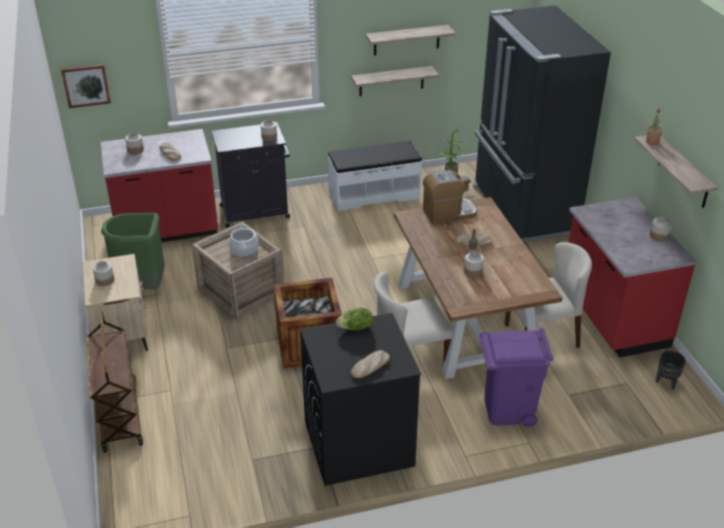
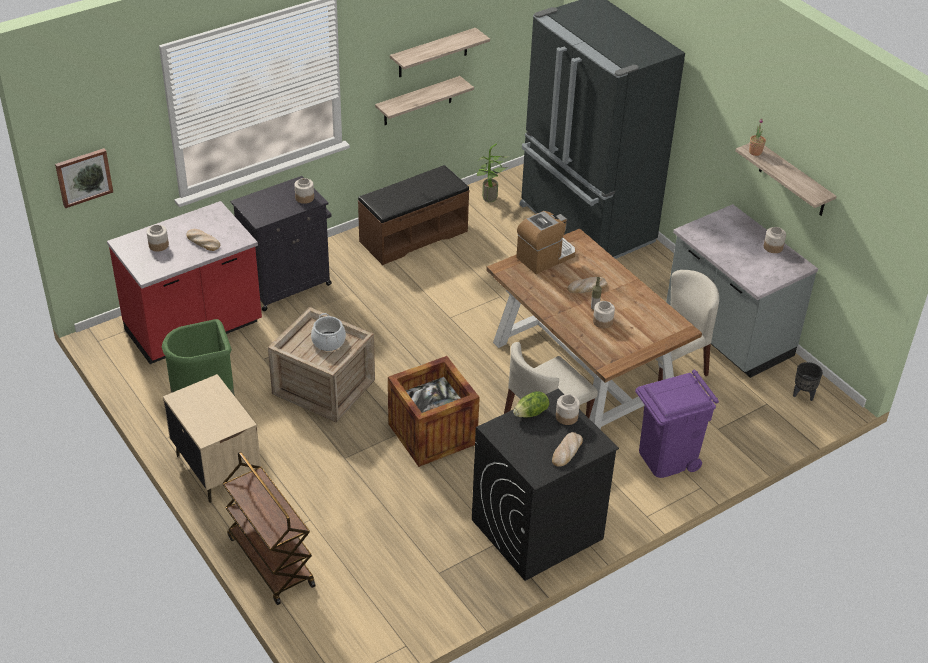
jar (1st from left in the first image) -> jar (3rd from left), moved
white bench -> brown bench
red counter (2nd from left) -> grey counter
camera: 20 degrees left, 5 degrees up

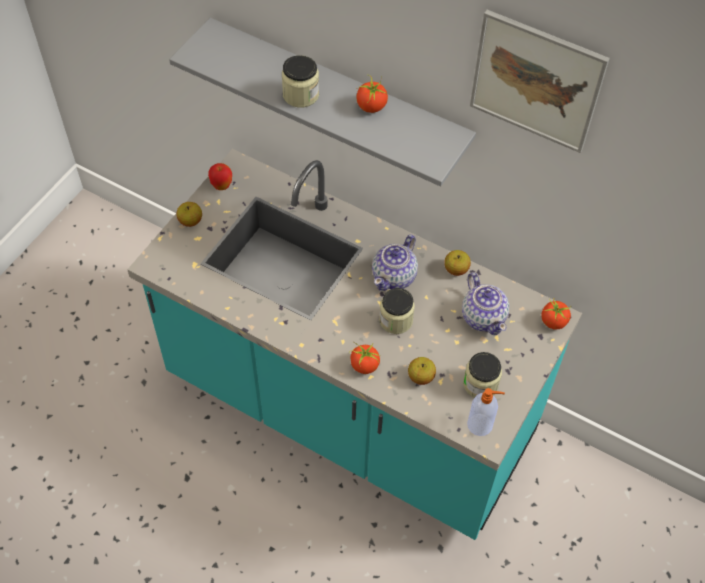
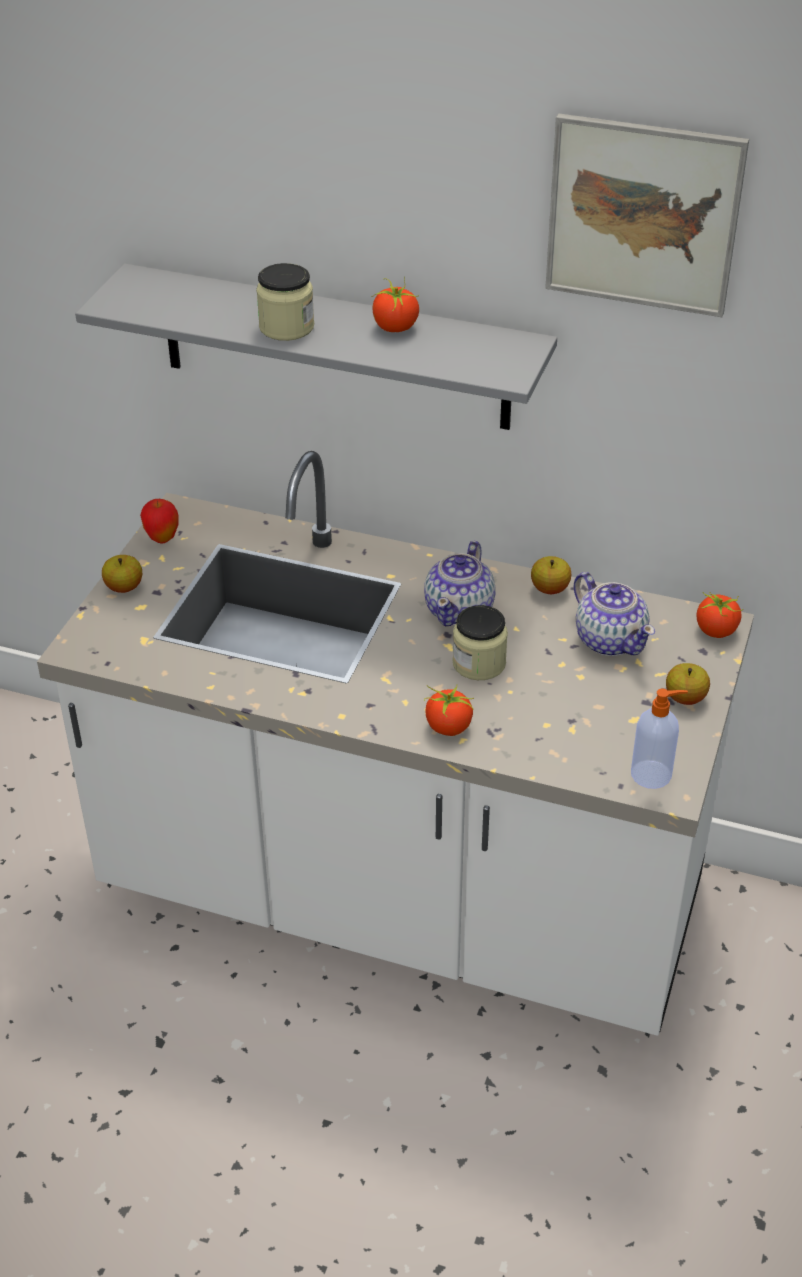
turquoise counter -> white counter
apple (3rd from left in the first image) -> apple (4th from left), moved
jar (3rd from left) -> none
camera: 10 degrees left, 15 degrees down

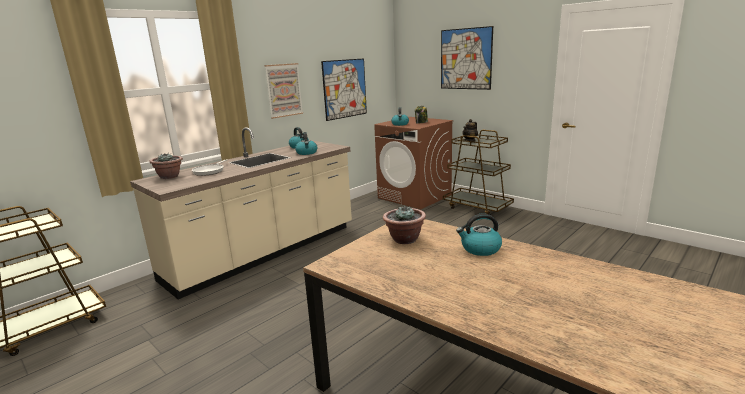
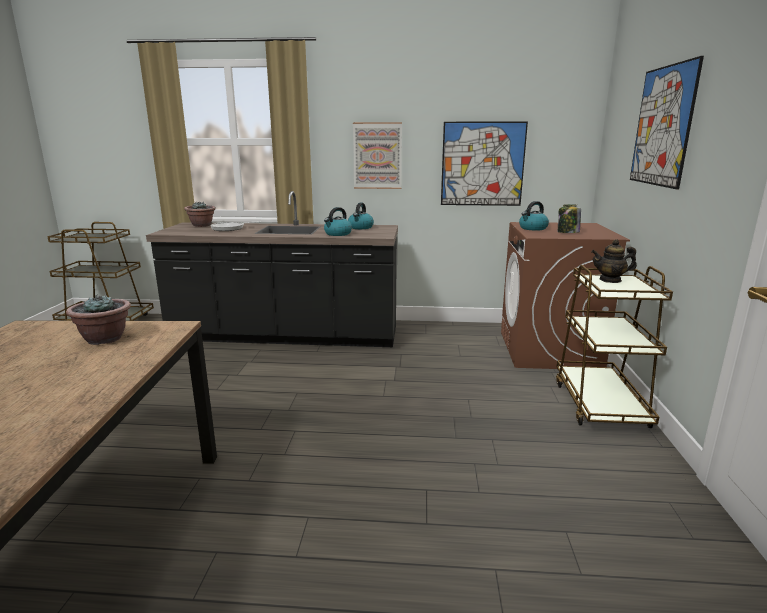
beige counter -> black counter
kettle (4th from left) -> none
camera: 50 degrees right, 0 degrees up

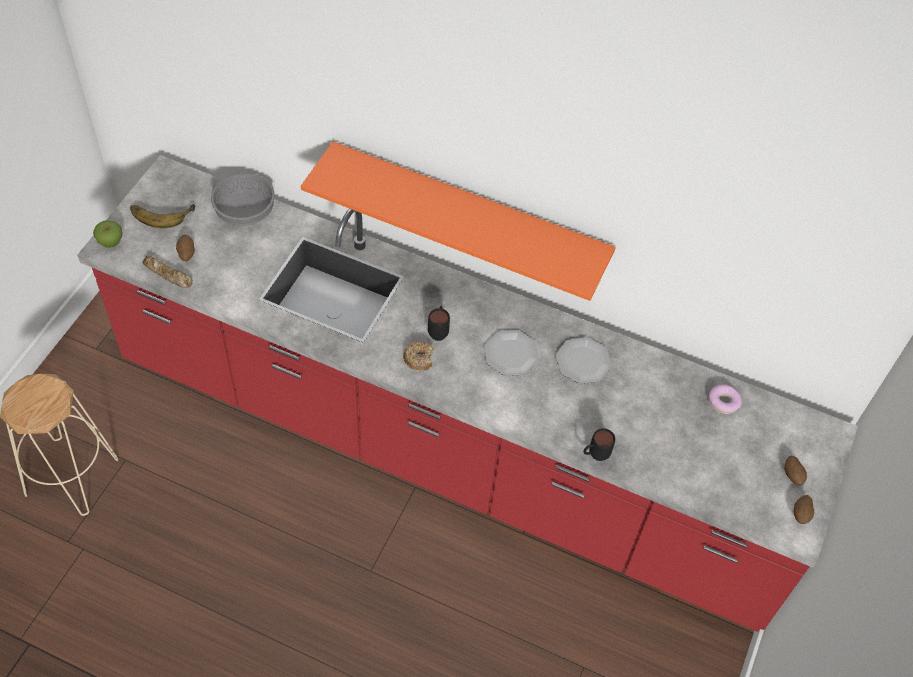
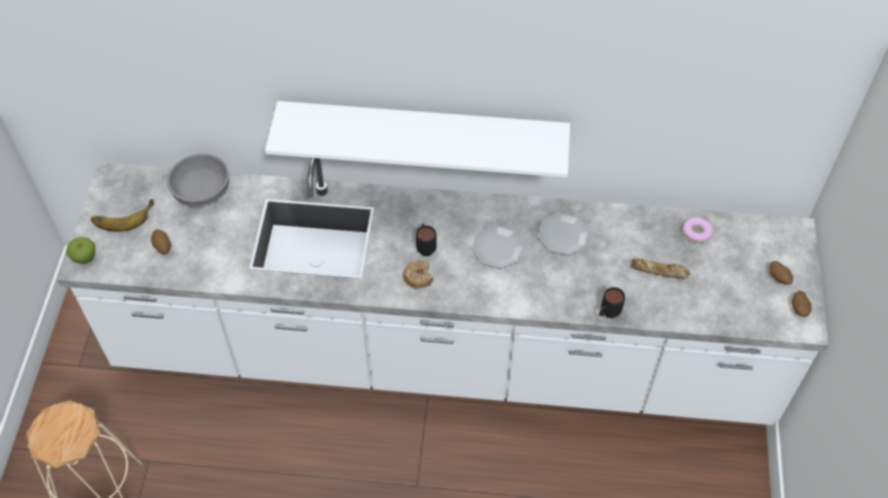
red counter -> white counter
bread, moved
orange shelf -> white shelf
camera: 15 degrees left, 0 degrees up

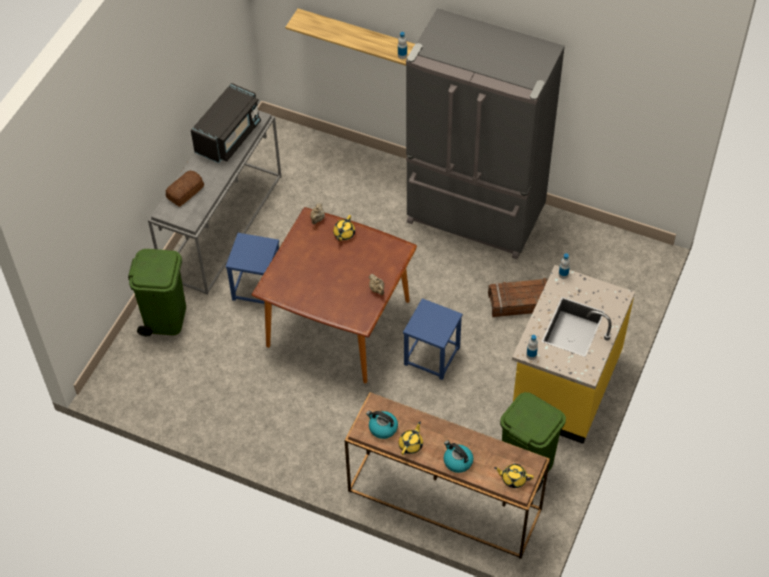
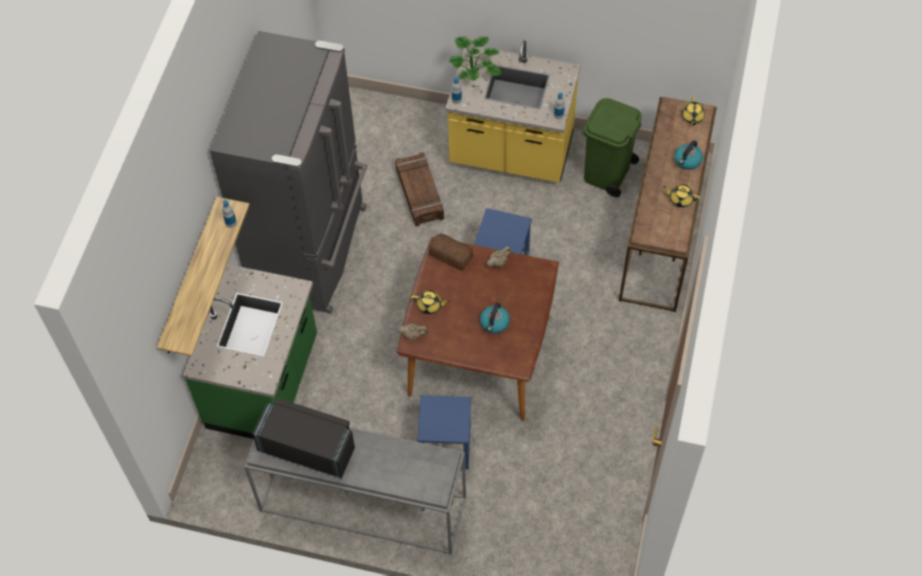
green trash can (1st from left) -> none
bread, moved
kettle (1st from left), moved
none -> green counter
none -> potted plant
camera: 100 degrees left, 5 degrees up

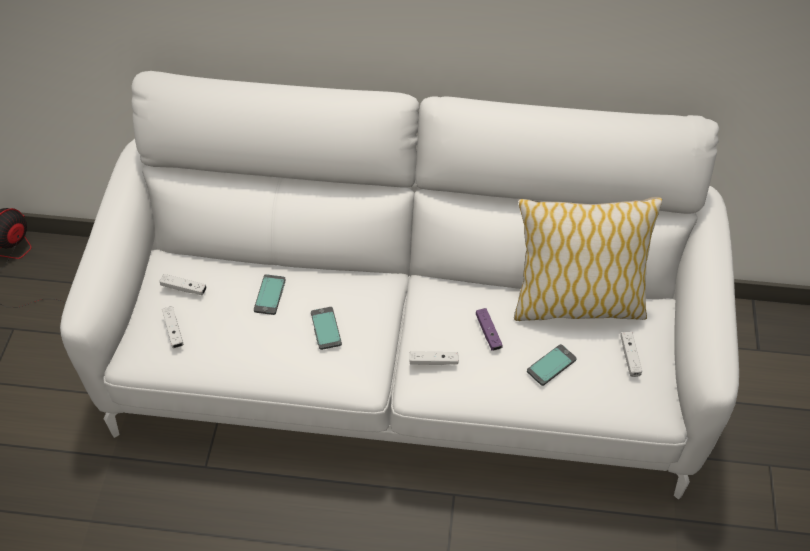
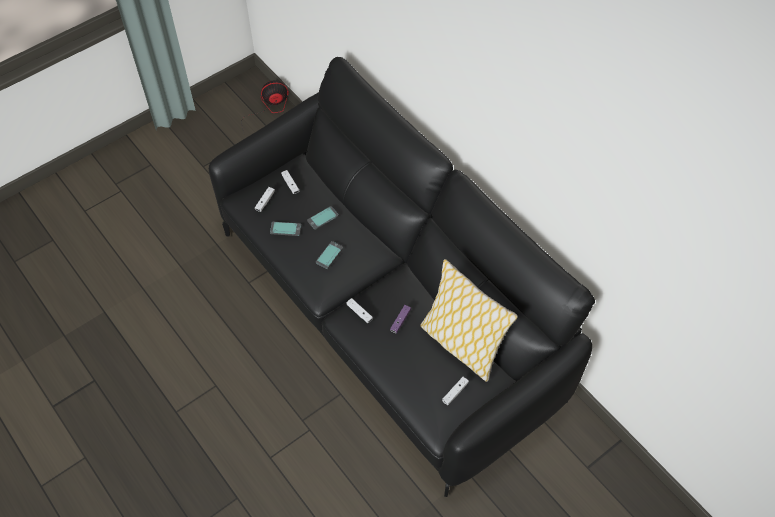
white sofa -> black sofa
phone (3rd from left in the first image) -> phone (1st from left), moved
camera: 45 degrees right, 5 degrees up

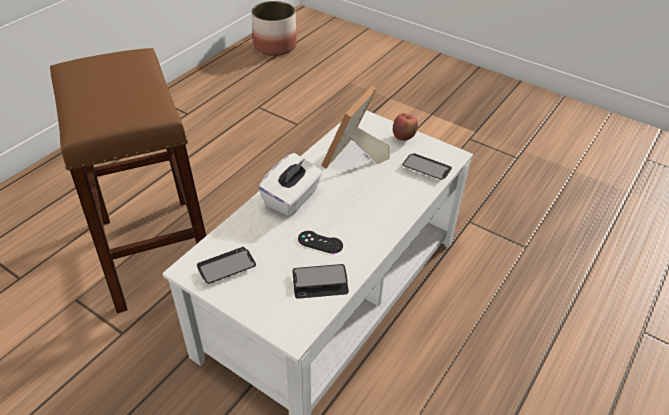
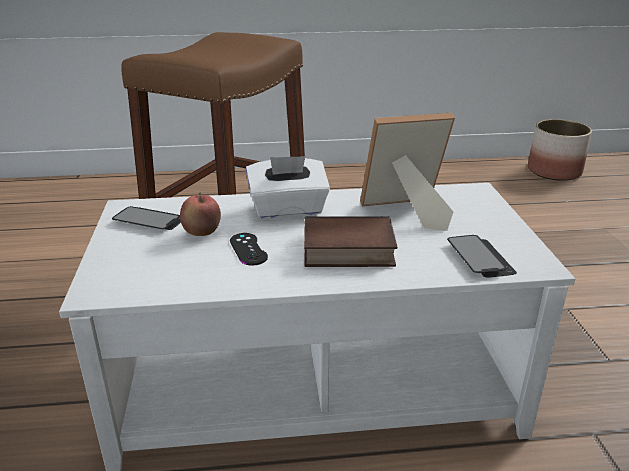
phone (2nd from left) -> none
apple, moved
none -> book
camera: 50 degrees right, 15 degrees down

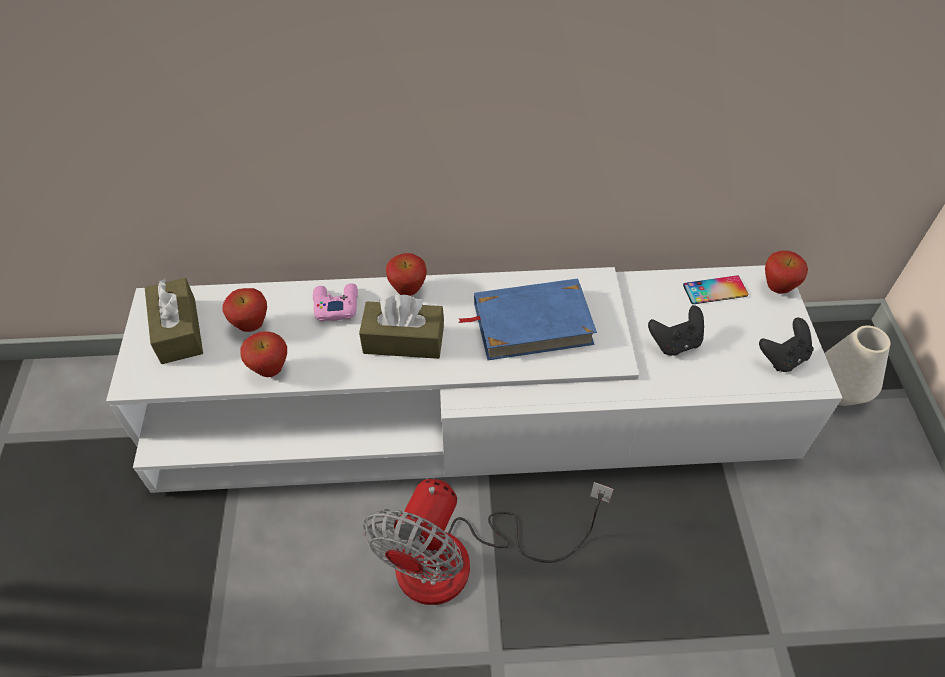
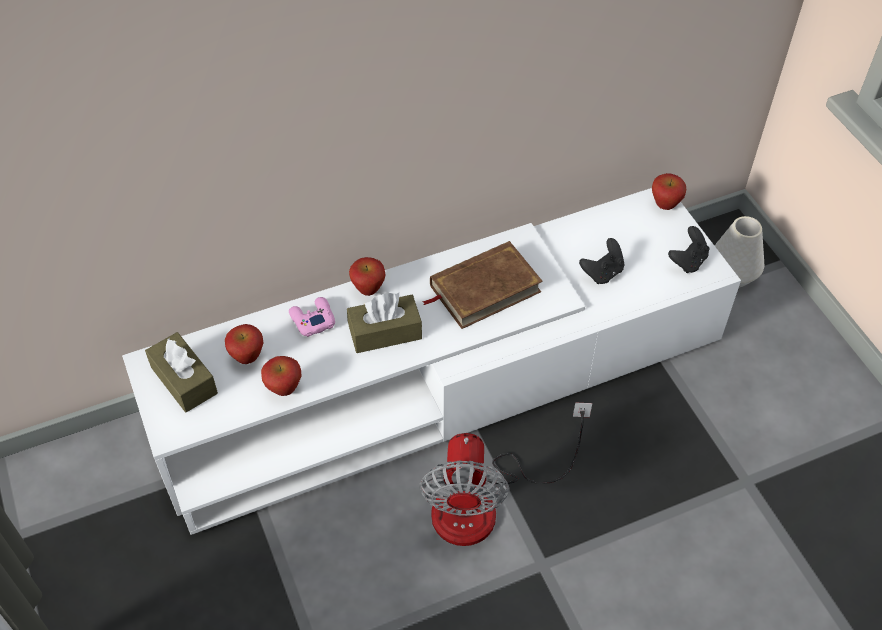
blue book -> brown book
phone -> none
camera: 20 degrees left, 0 degrees up

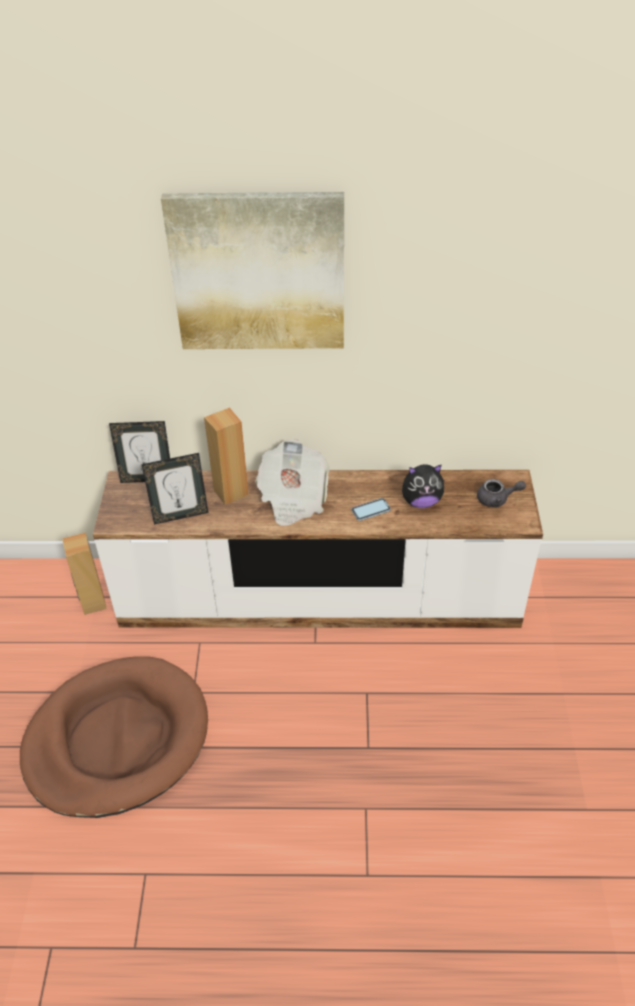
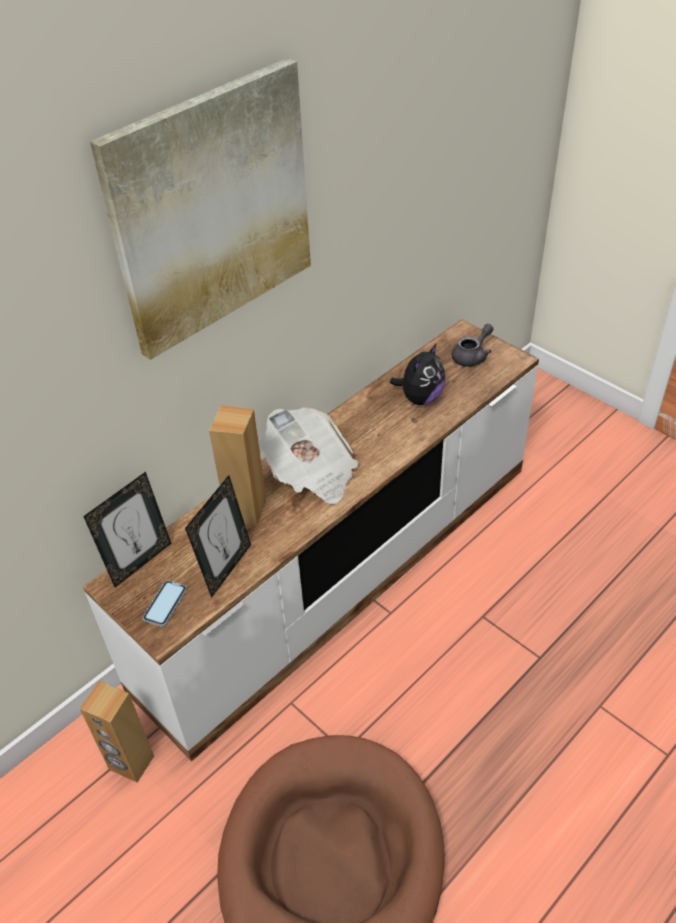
phone, moved
camera: 45 degrees left, 0 degrees up

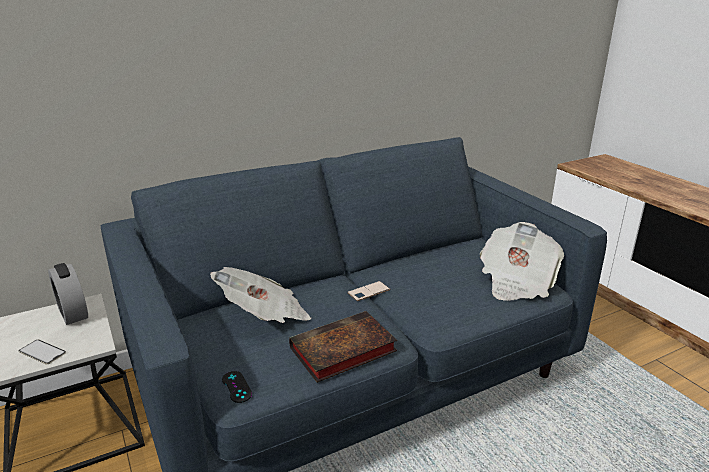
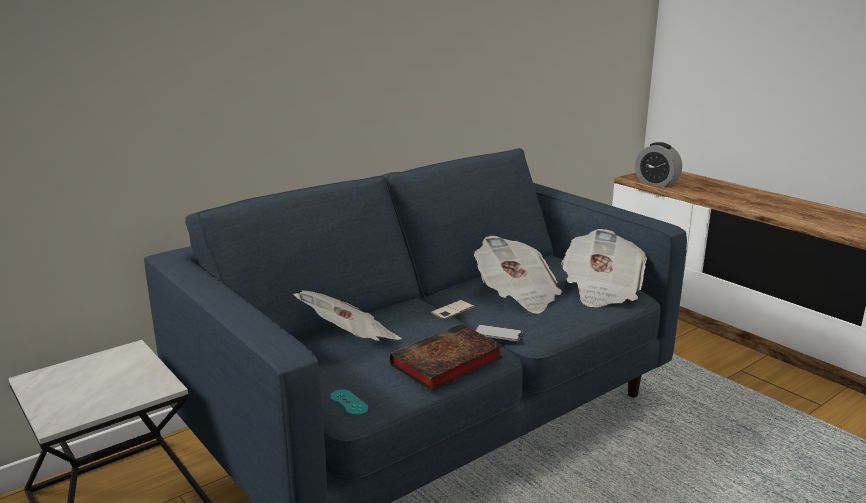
phone (1st from left in the first image) -> phone (2nd from left), moved
alarm clock, moved
black game controller -> turquoise game controller
none -> newspaper (2nd from left)
camera: 10 degrees left, 5 degrees down

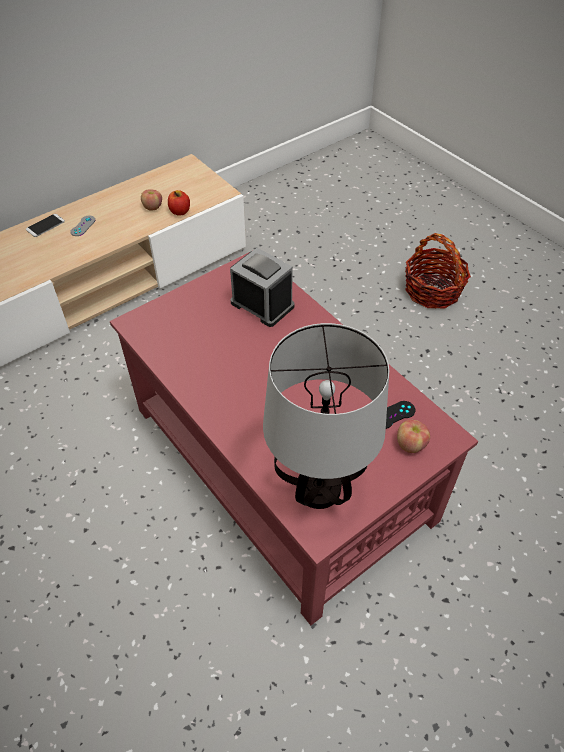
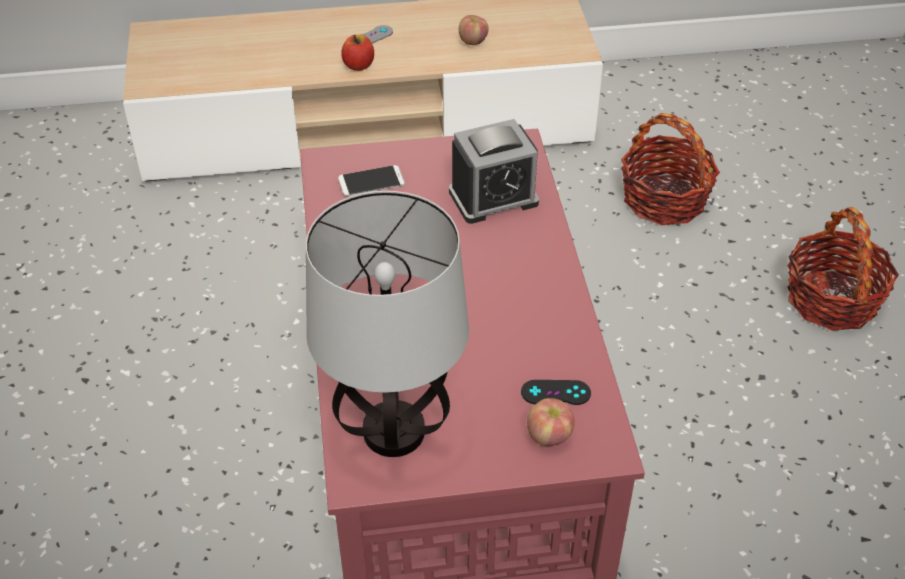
phone, moved
apple (2nd from left in the first image) -> apple (1st from left), moved
alarm clock, 90 degrees clockwise
none -> basket (1st from left)
camera: 30 degrees right, 5 degrees down

